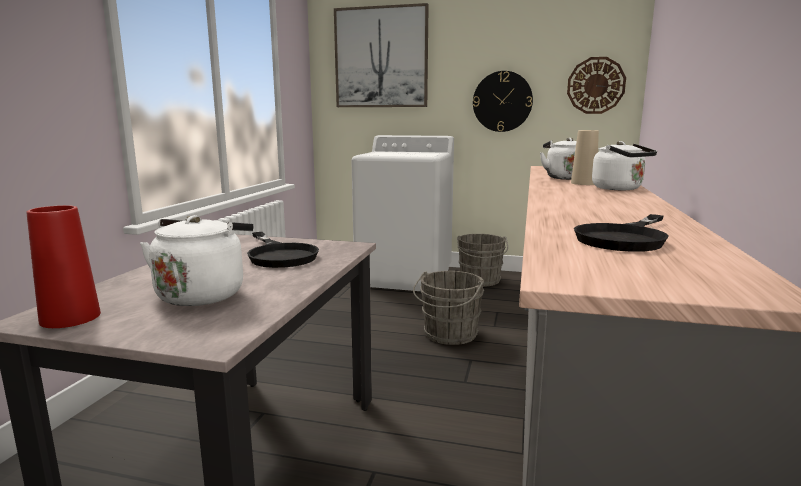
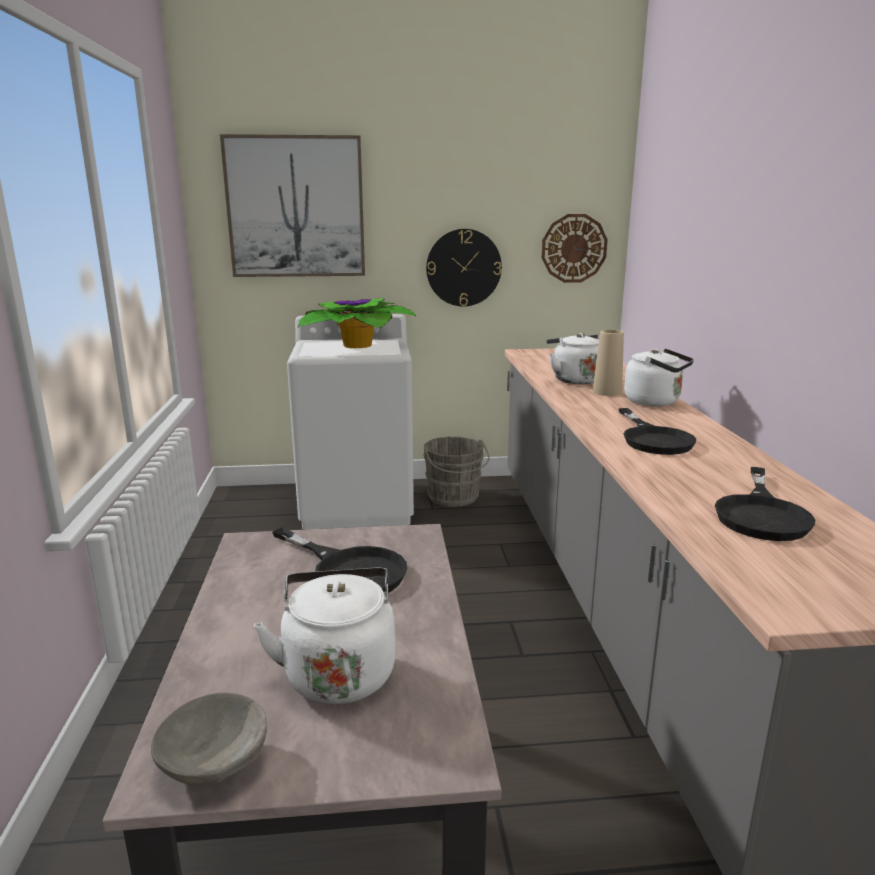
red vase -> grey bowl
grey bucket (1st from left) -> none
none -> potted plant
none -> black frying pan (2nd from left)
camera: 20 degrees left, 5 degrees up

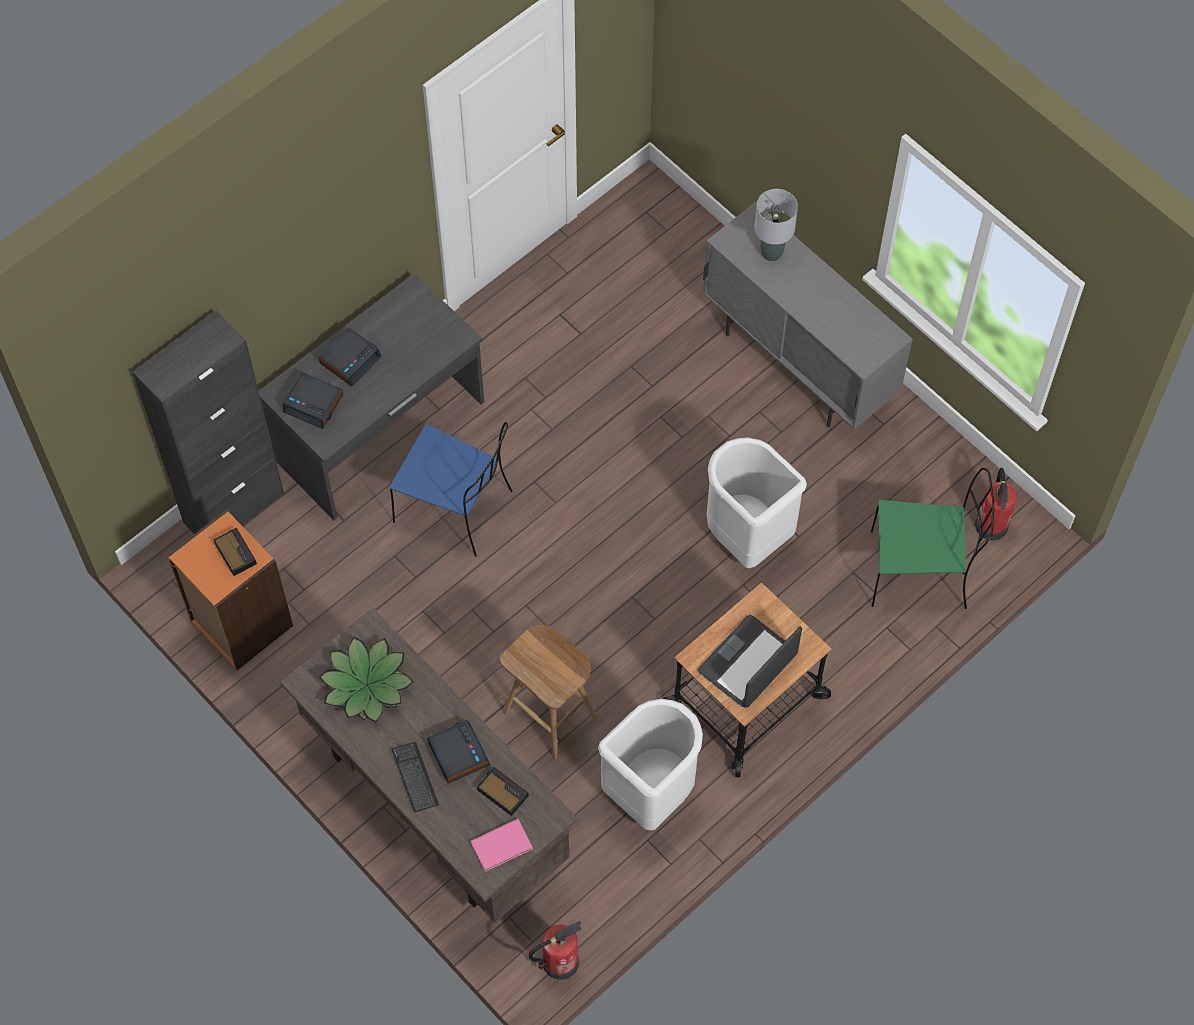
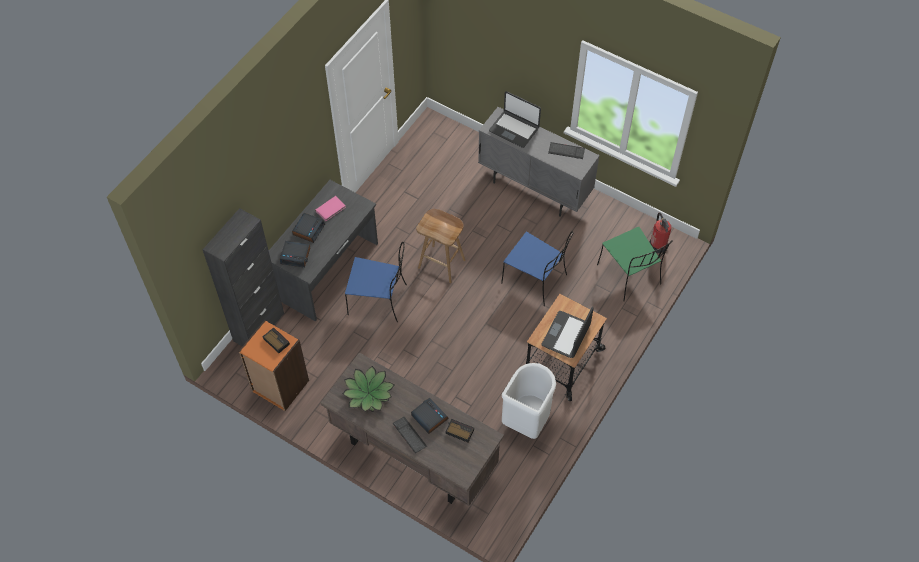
pink book, moved
brown stool, moved
fire extinguisher (1st from left) -> none
white trash can (2nd from left) -> blue chair (2nd from left)
grey table lamp -> laptop (1st from left)
green chair, 75 degrees clockwise
none -> keyboard (2nd from left)
camera: 15 degrees left, 5 degrees down

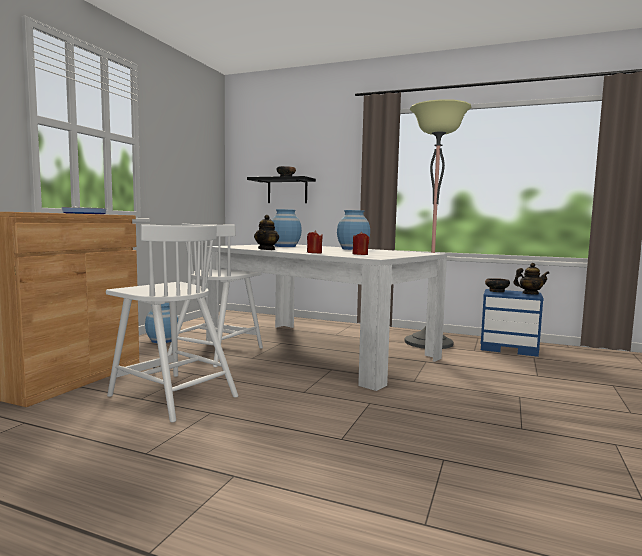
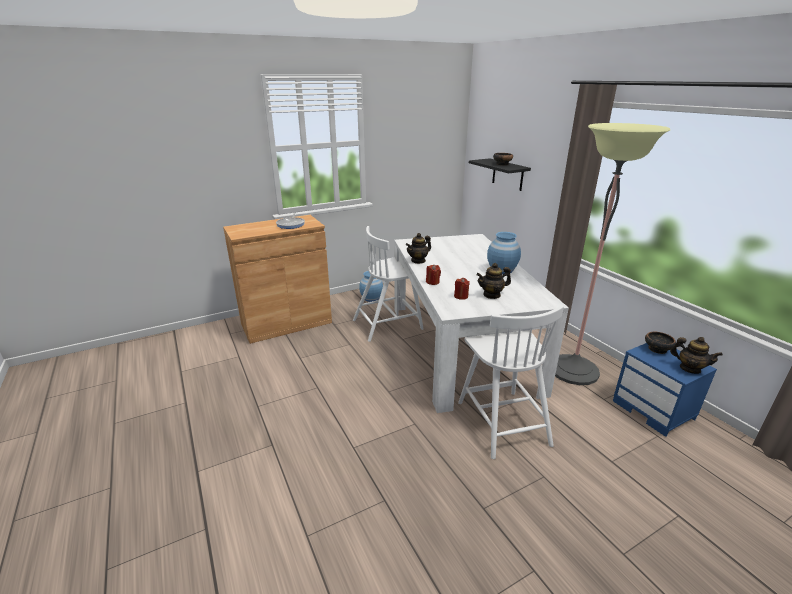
white chair (1st from left in the first image) -> white chair (2nd from left), moved
blue vase (2nd from left) -> none
none -> teapot (2nd from left)
camera: 40 degrees right, 20 degrees up

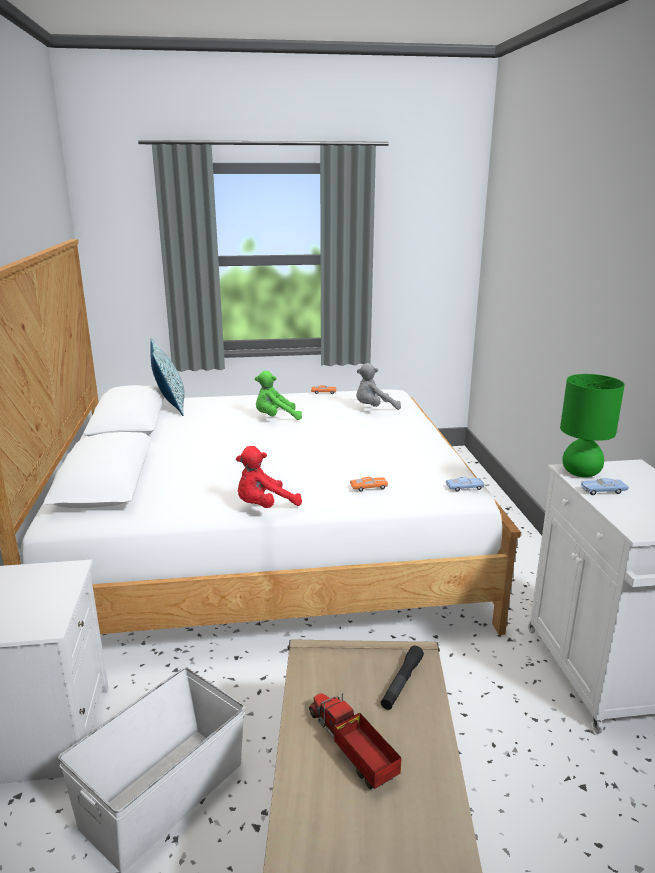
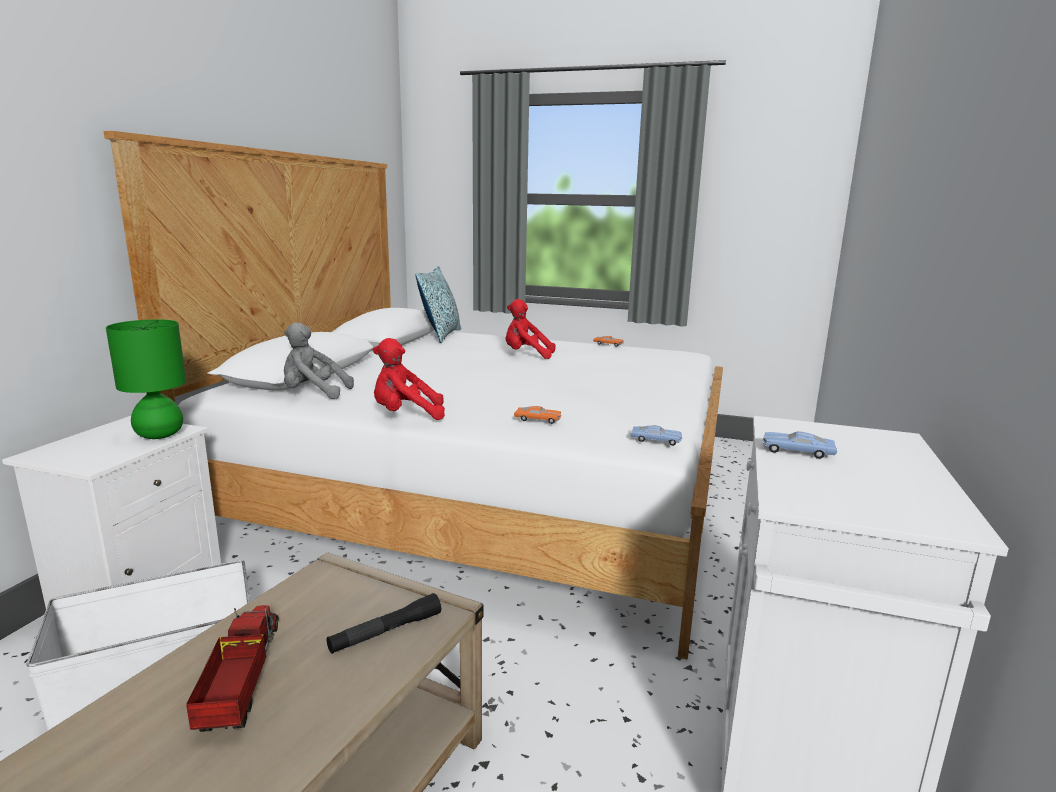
green plush toy -> red plush toy (2nd from left)
grey plush toy, moved
green table lamp, moved
camera: 25 degrees right, 5 degrees down

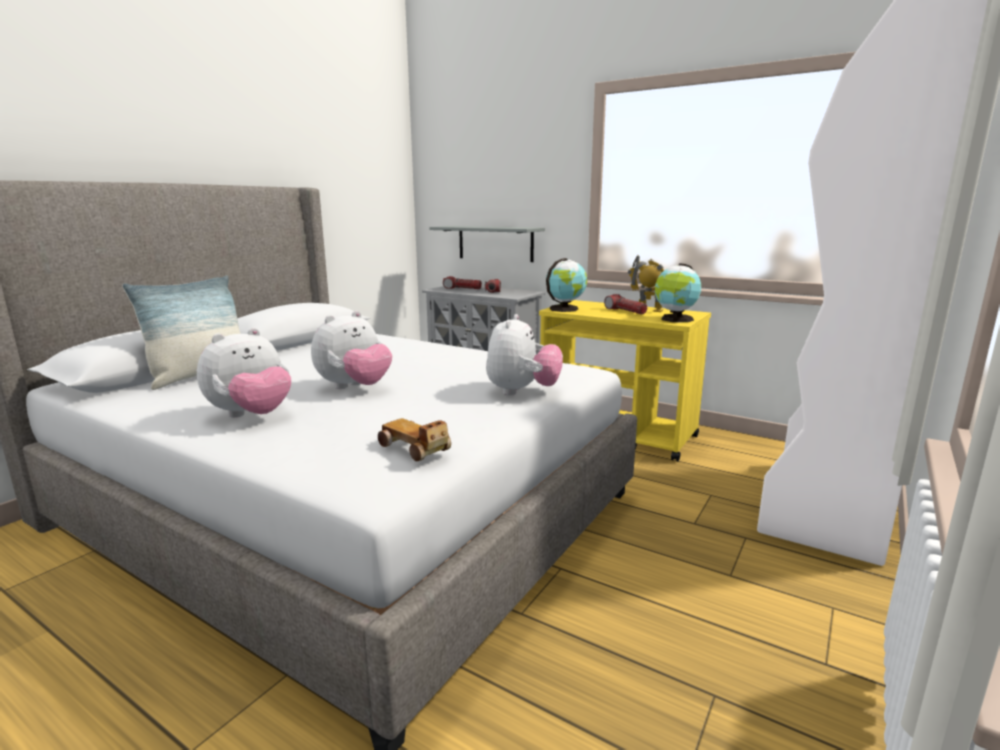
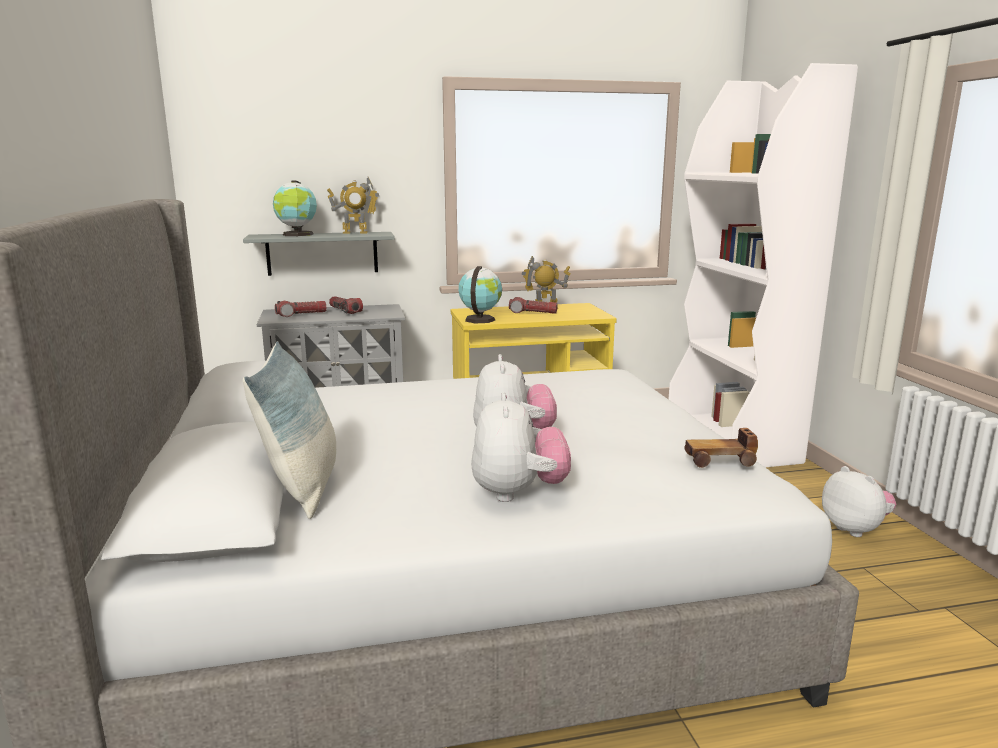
plush toy (3rd from left), moved
globe (2nd from left in the first image) -> globe (1st from left), moved
none -> toy robot (1st from left)
camera: 45 degrees left, 0 degrees up

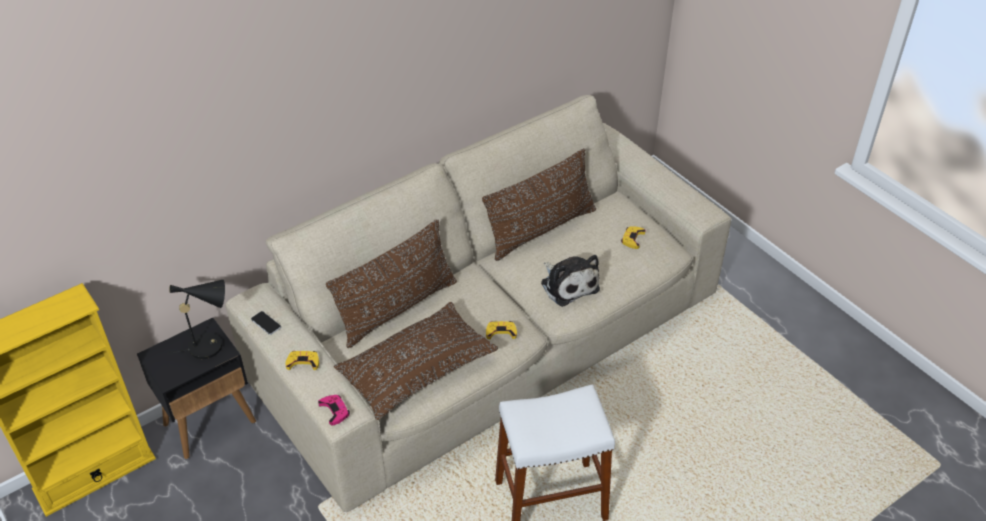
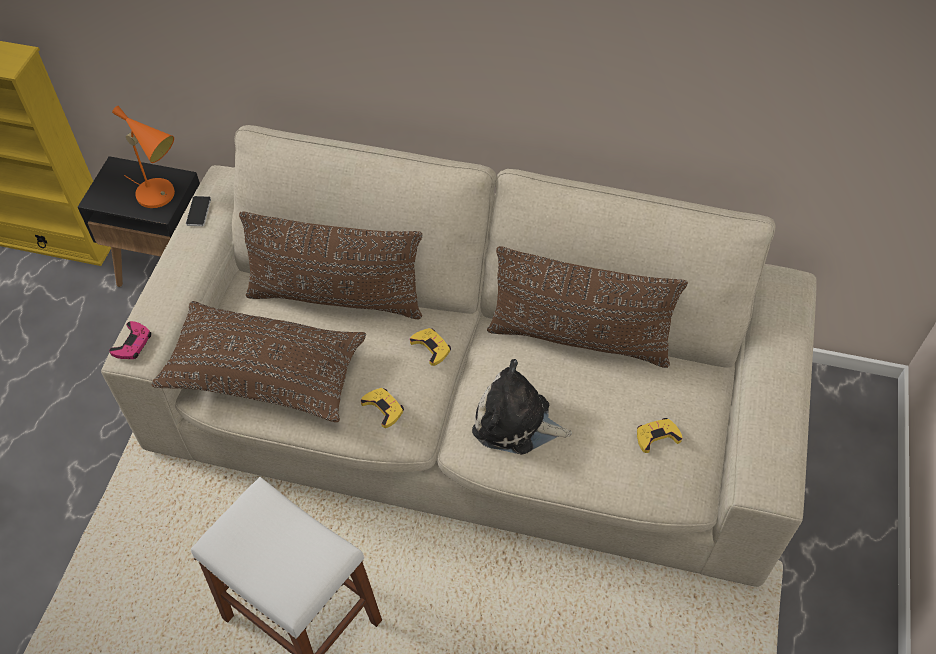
black table lamp -> orange table lamp
yellow game controller (1st from left in the first image) -> yellow game controller (2nd from left), moved
plush toy, 90 degrees clockwise
camera: 50 degrees right, 10 degrees up

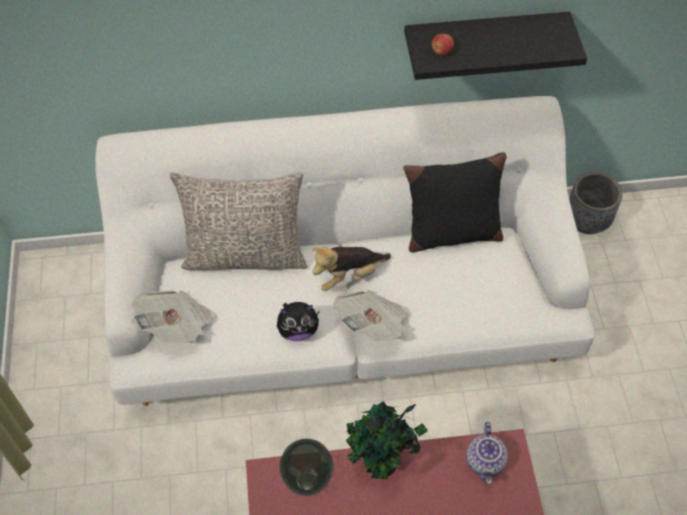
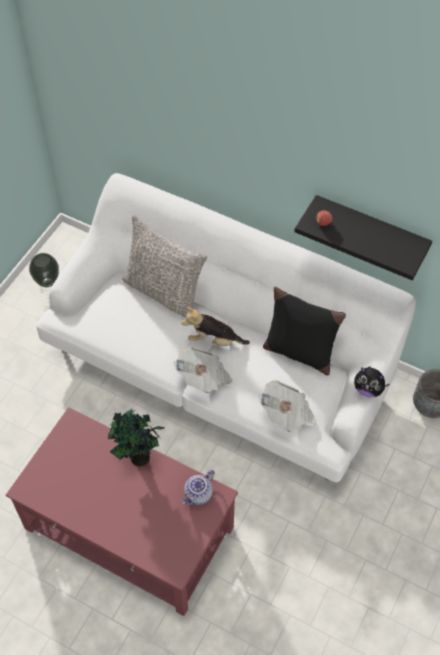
newspaper (1st from left in the first image) -> newspaper (2nd from left), moved
plush toy (1st from left in the first image) -> plush toy (2nd from left), moved
vase, moved
camera: 35 degrees right, 0 degrees up

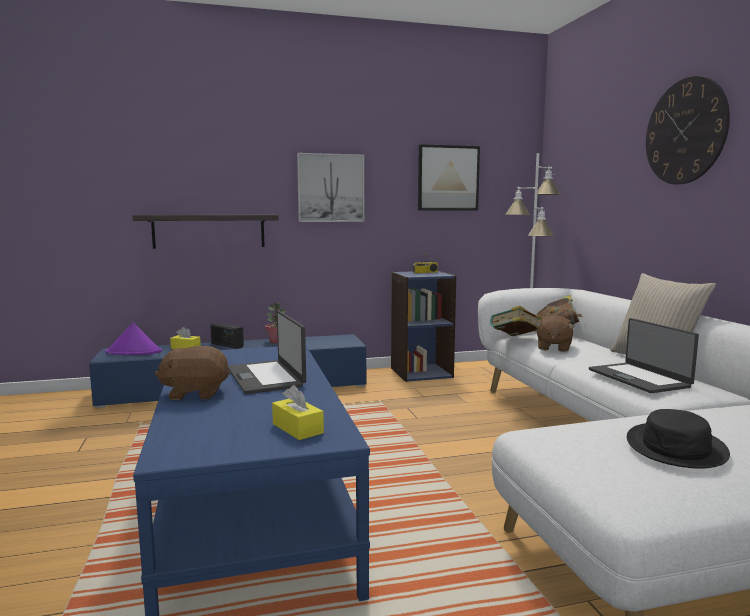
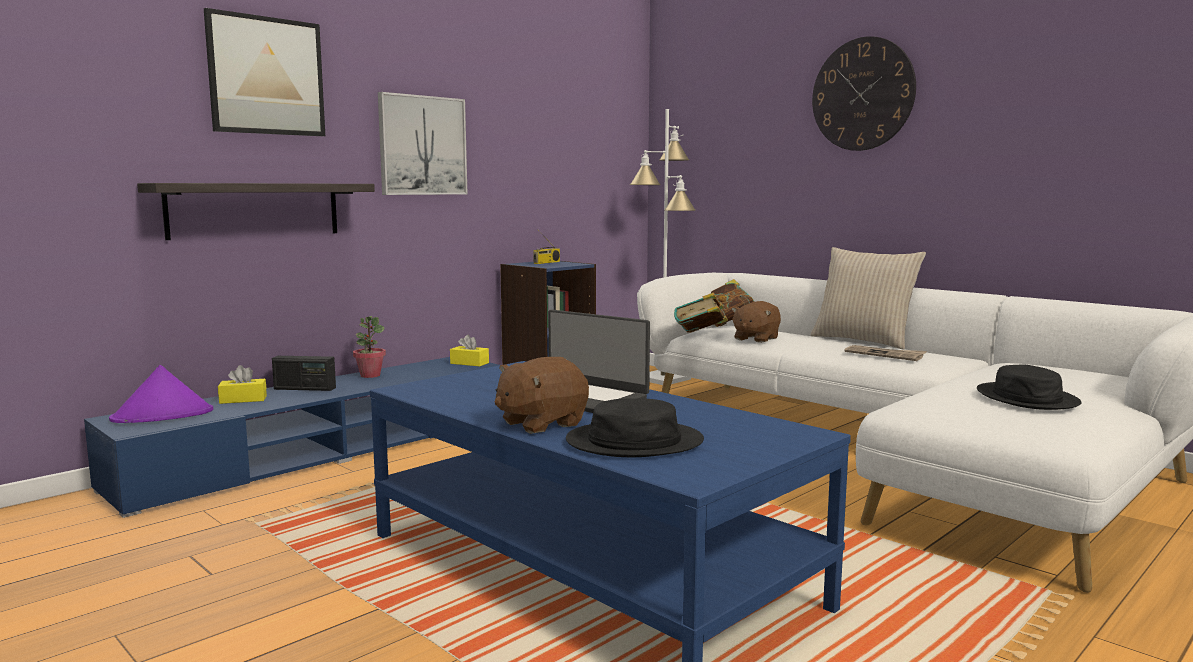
yellow tissue box (2nd from left), moved
picture (2nd from left in the first image) -> picture (1st from left), moved
brown plush toy (2nd from left), 45 degrees clockwise
laptop (2nd from left) -> newspaper
none -> black hat (1st from left)
camera: 30 degrees left, 0 degrees up

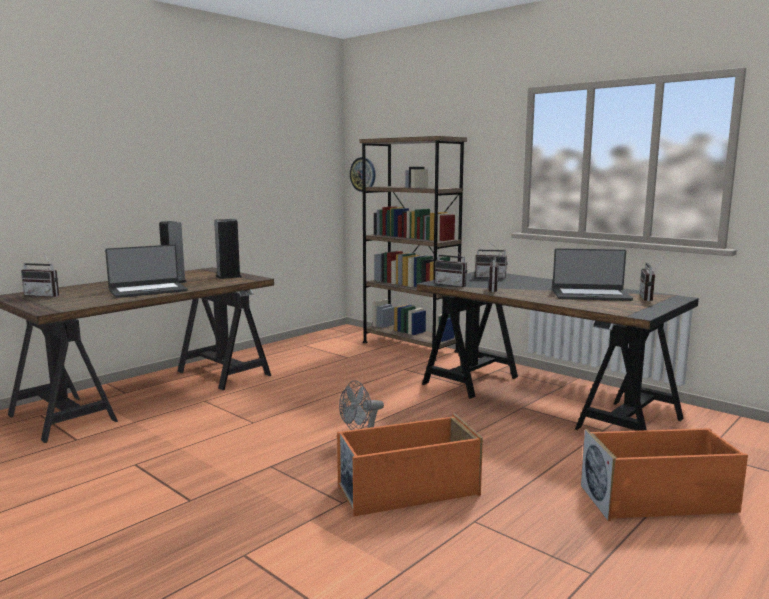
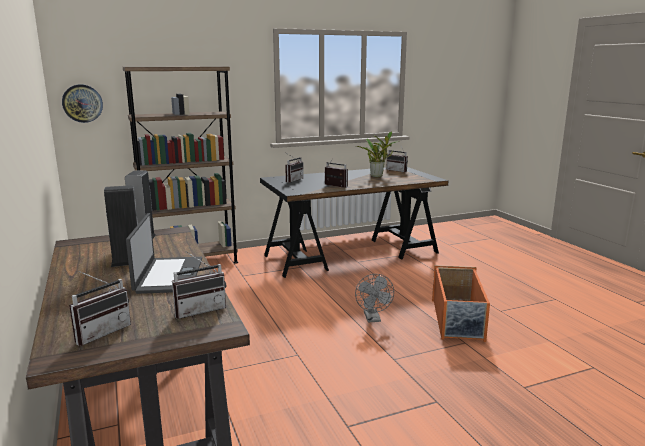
radio (2nd from left), moved
laptop (2nd from left) -> potted plant
orange storage box (2nd from left) -> none
camera: 65 degrees left, 5 degrees up

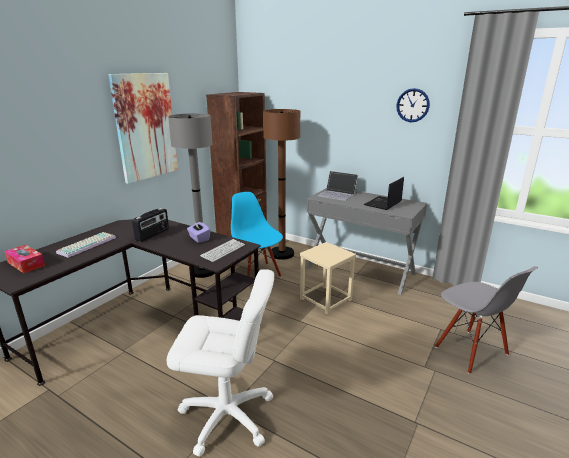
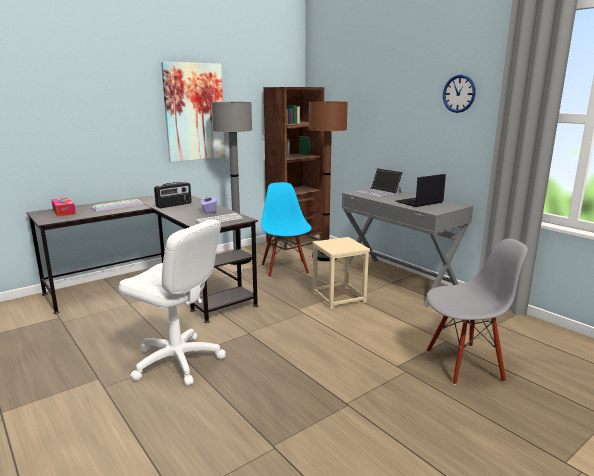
grey chair, 90 degrees counterclockwise
camera: 20 degrees right, 5 degrees down

